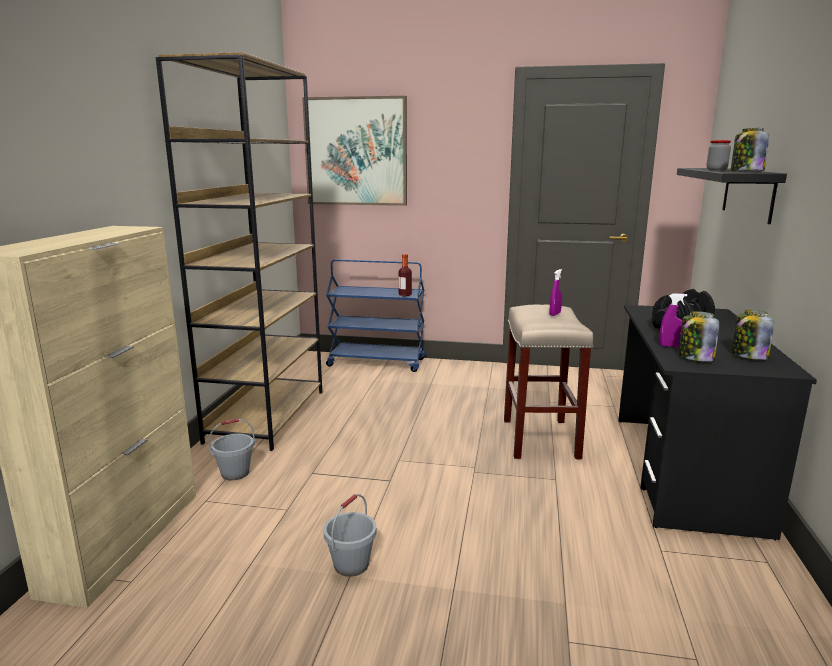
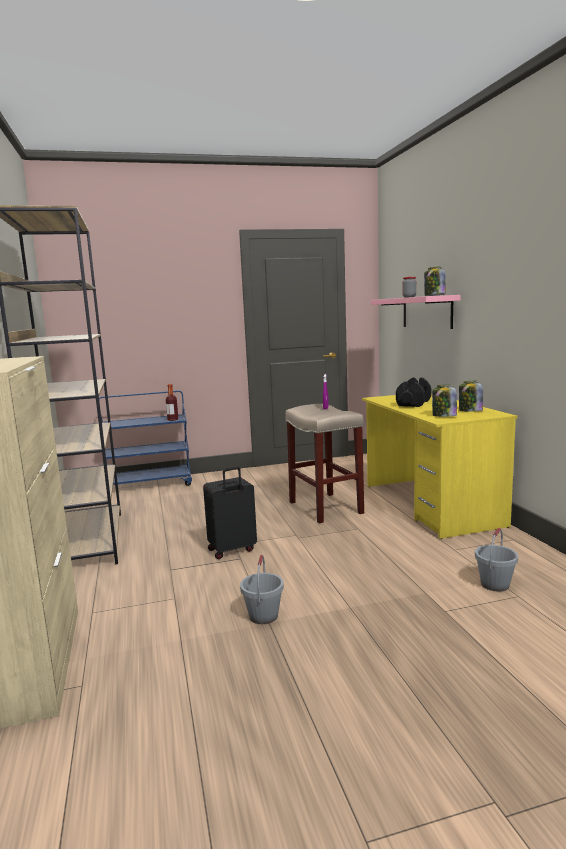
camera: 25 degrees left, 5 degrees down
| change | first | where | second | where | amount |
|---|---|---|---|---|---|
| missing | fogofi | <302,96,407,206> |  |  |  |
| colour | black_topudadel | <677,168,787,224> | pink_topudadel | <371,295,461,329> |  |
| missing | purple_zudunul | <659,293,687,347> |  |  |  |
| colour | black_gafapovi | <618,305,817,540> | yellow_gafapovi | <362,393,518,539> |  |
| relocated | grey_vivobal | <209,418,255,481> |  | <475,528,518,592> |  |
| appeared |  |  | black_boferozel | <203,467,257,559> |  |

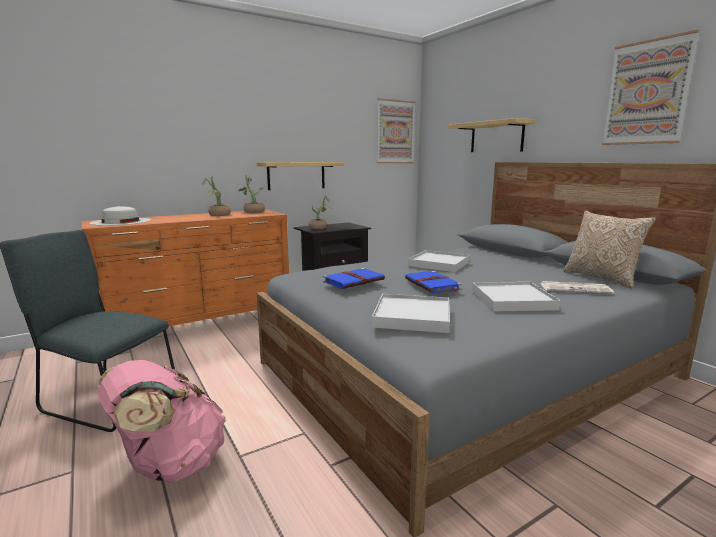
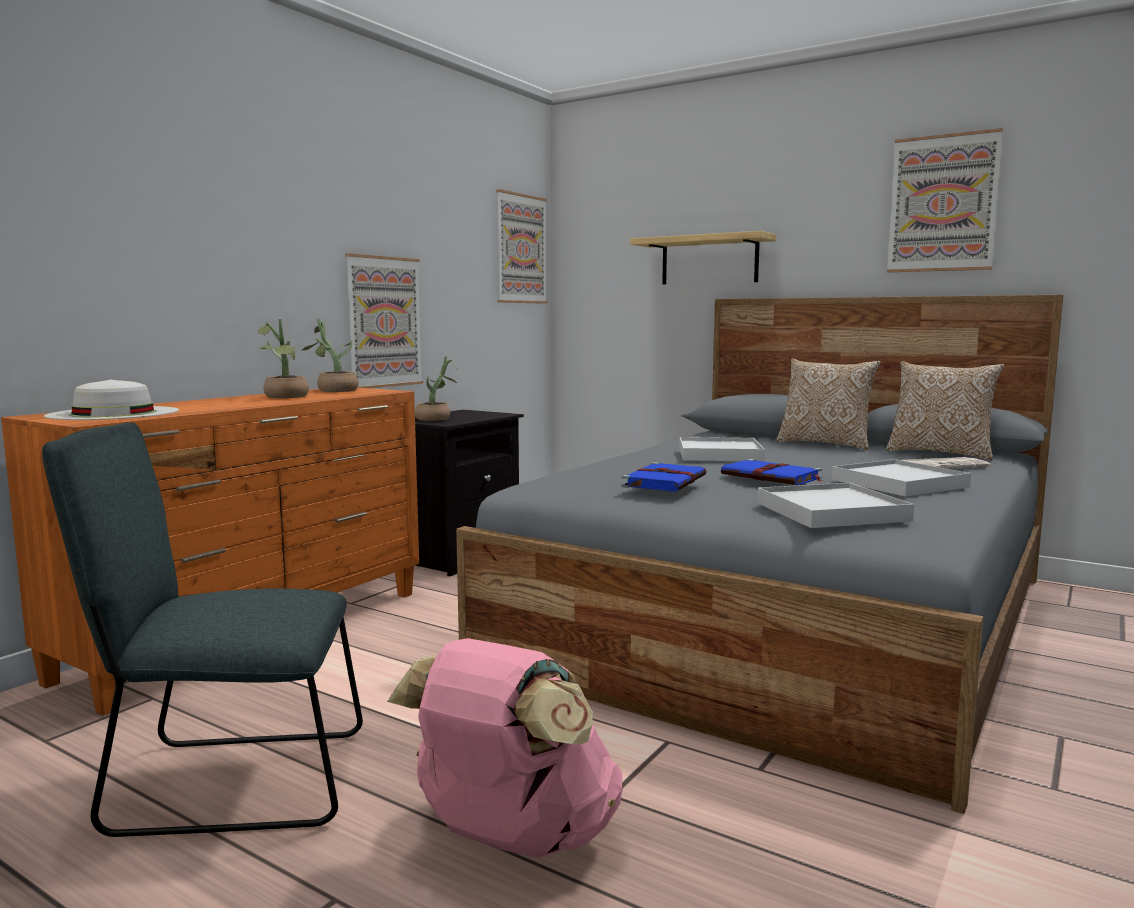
camera: 25 degrees left, 5 degrees down
| change | first | where | second | where | amount |
|---|---|---|---|---|---|
| exchanged | topudadel | <257,162,344,190> | fogofi | <345,253,423,388> |  |
| appeared |  |  | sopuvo | <776,358,881,450> |  |

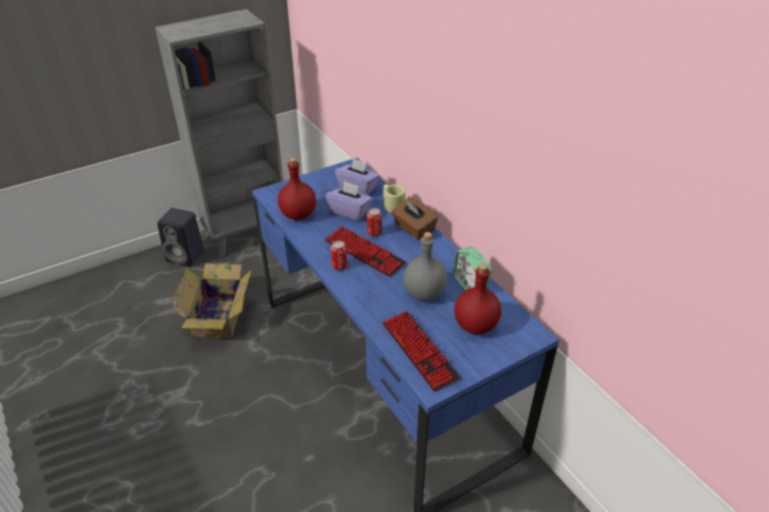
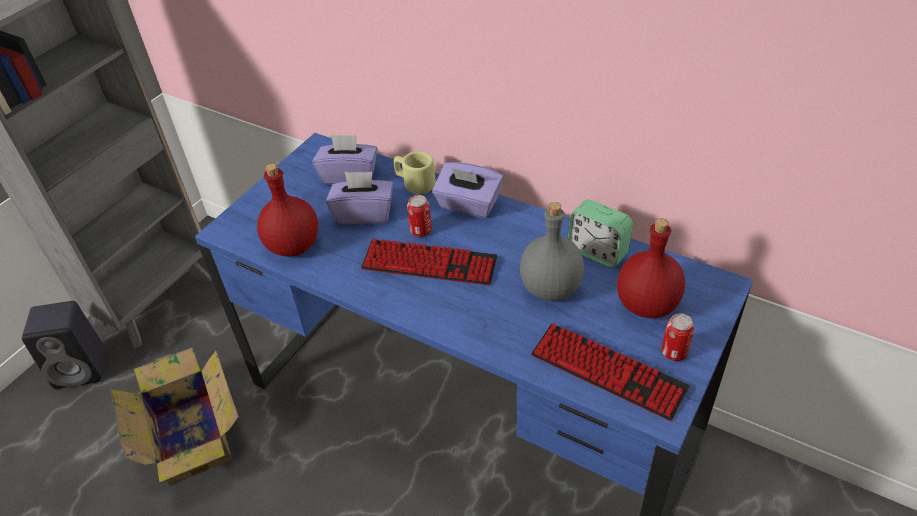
camera: 25 degrees left, 5 degrees up
| change | first | where | second | where | amount |
|---|---|---|---|---|---|
| colour | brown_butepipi | <392,197,438,240> | purple_butepipi | <432,162,503,218> |  |
| relocated | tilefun | <331,240,347,270> |  | <661,313,694,361> |  |

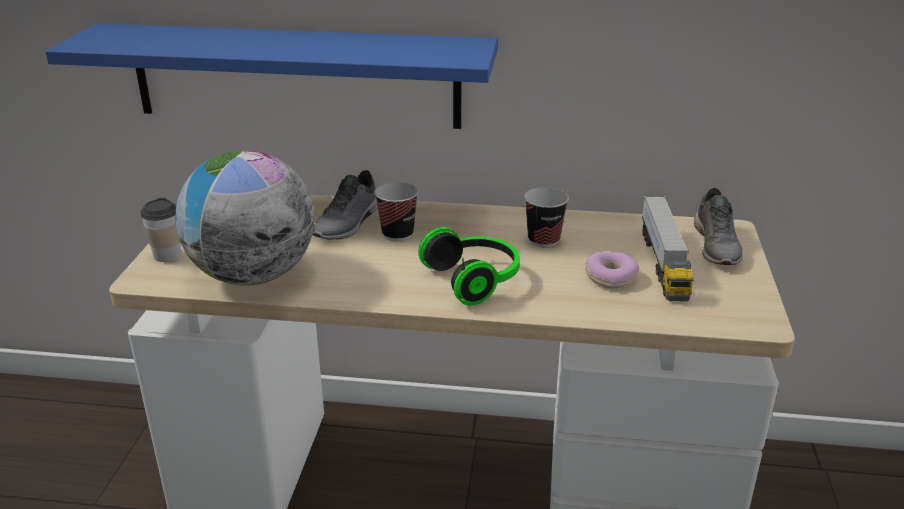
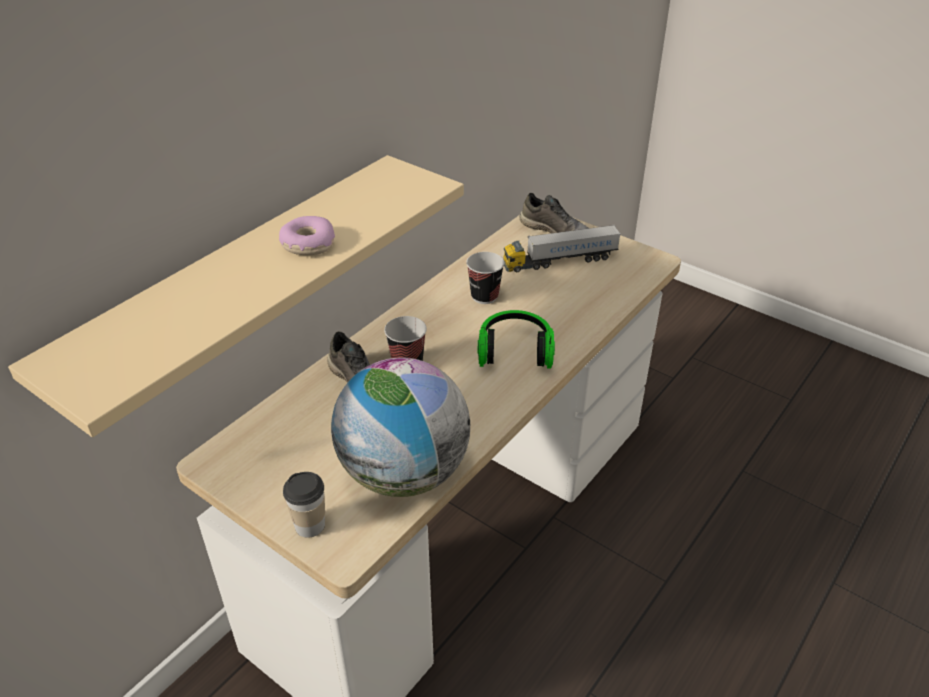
camera: 60 degrees left, 10 degrees up
| change | first | where | second | where | amount |
|---|---|---|---|---|---|
| colour | blue_topudadel | <45,23,498,129> | beige_topudadel | <8,155,464,437> |  |
| spun | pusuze | <642,196,694,301> |  | <503,225,621,273> | 135 degrees clockwise |
| relocated | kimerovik | <585,251,639,289> |  | <279,216,335,255> |  |

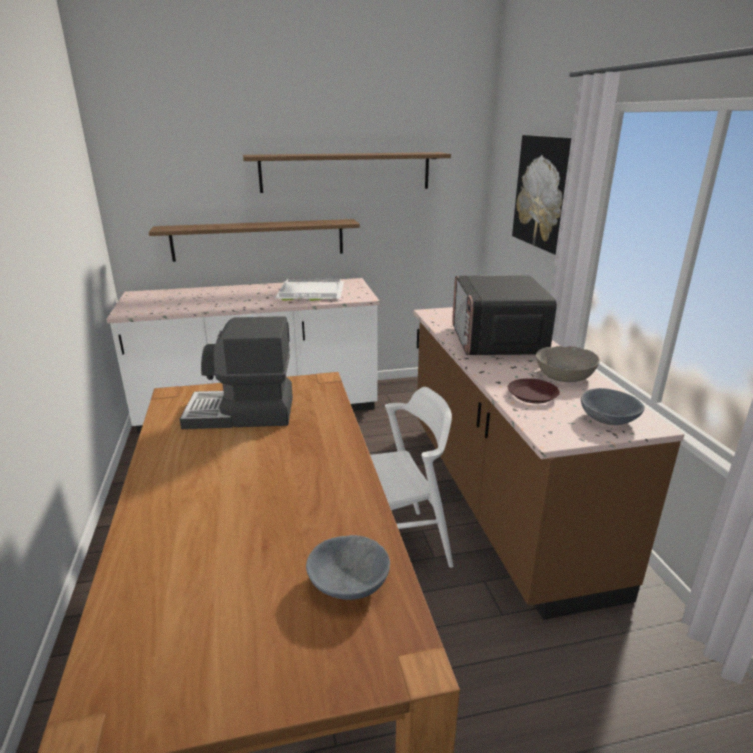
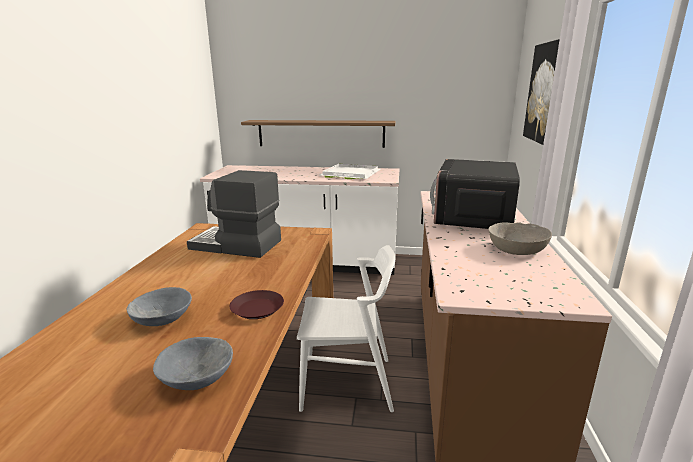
camera: 20 degrees right, 5 degrees down
| change | first | where | second | where | amount |
|---|---|---|---|---|---|
| missing | topudadel | <243,152,451,193> |  |  |  |
| relocated | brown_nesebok | <508,378,560,404> |  | <229,290,284,319> |  |
| relocated | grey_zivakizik | <581,388,645,425> |  | <127,287,192,326> |  |

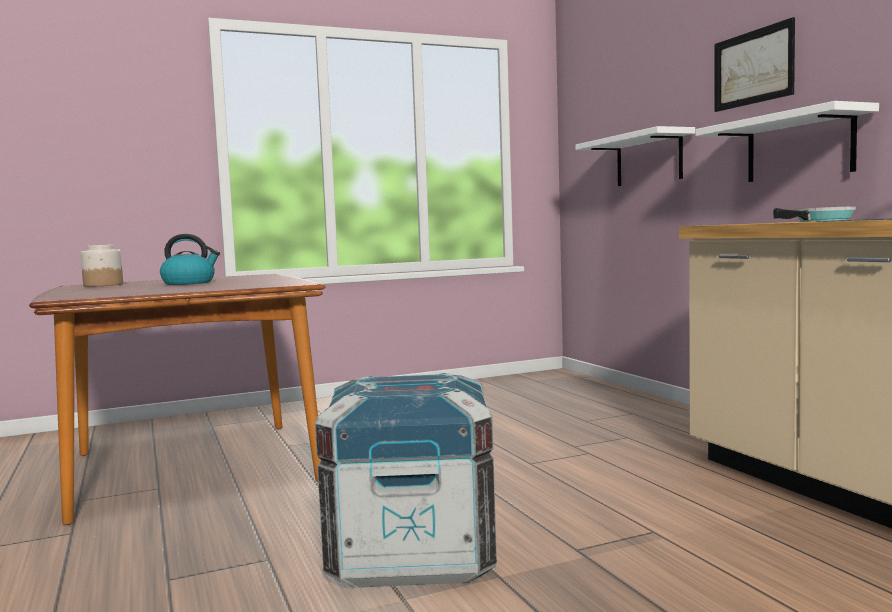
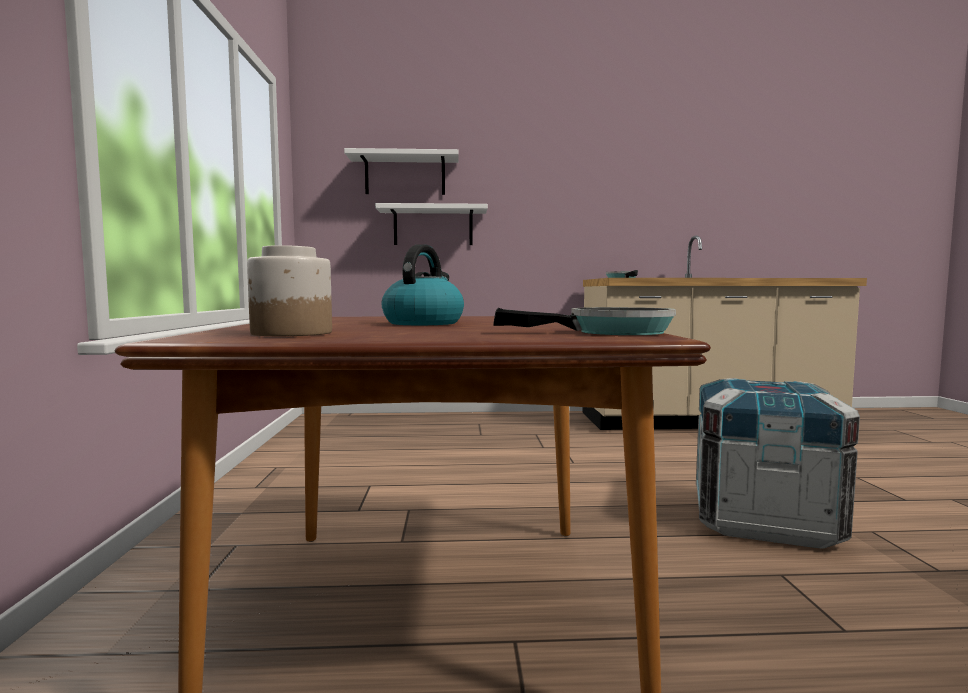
camera: 70 degrees left, 0 degrees up
| change | first | where | second | where | amount |
|---|---|---|---|---|---|
| missing | fogofi | <714,17,795,112> |  |  |  |
| relocated | white_topudadel | <696,101,879,182> |  | <344,148,459,195> |  |
| appeared |  |  | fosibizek | <493,307,676,335> |  |

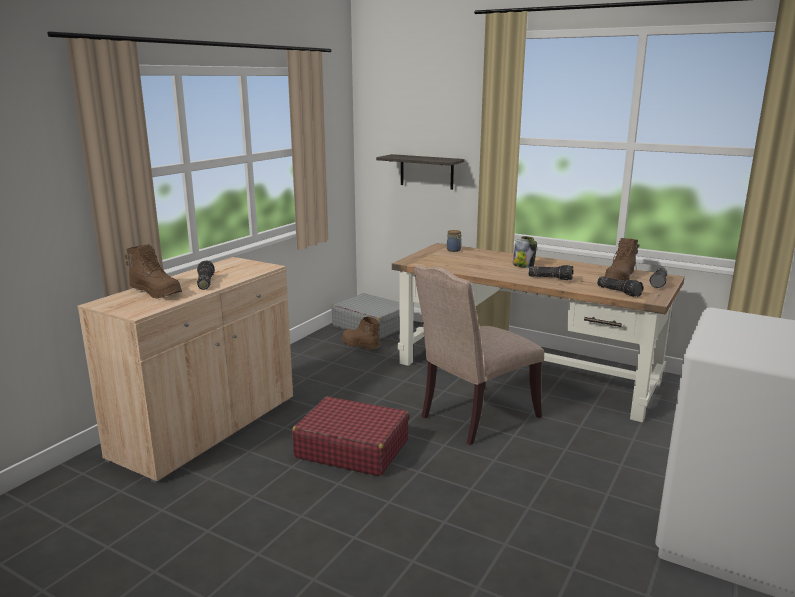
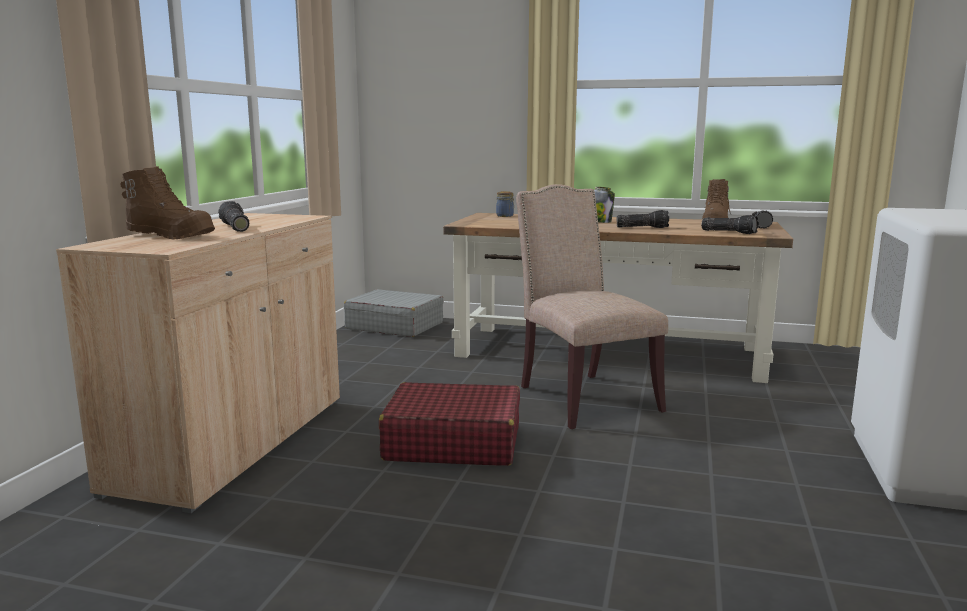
camera: 15 degrees left, 5 degrees down
| change | first | where | second | where | amount |
|---|---|---|---|---|---|
| missing | topudadel | <376,154,465,190> |  |  |  |
| spun | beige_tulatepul | <413,265,544,445> |  | <516,184,668,429> | 120 degrees clockwise |
| missing | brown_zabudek | <341,317,380,349> |  |  |  |

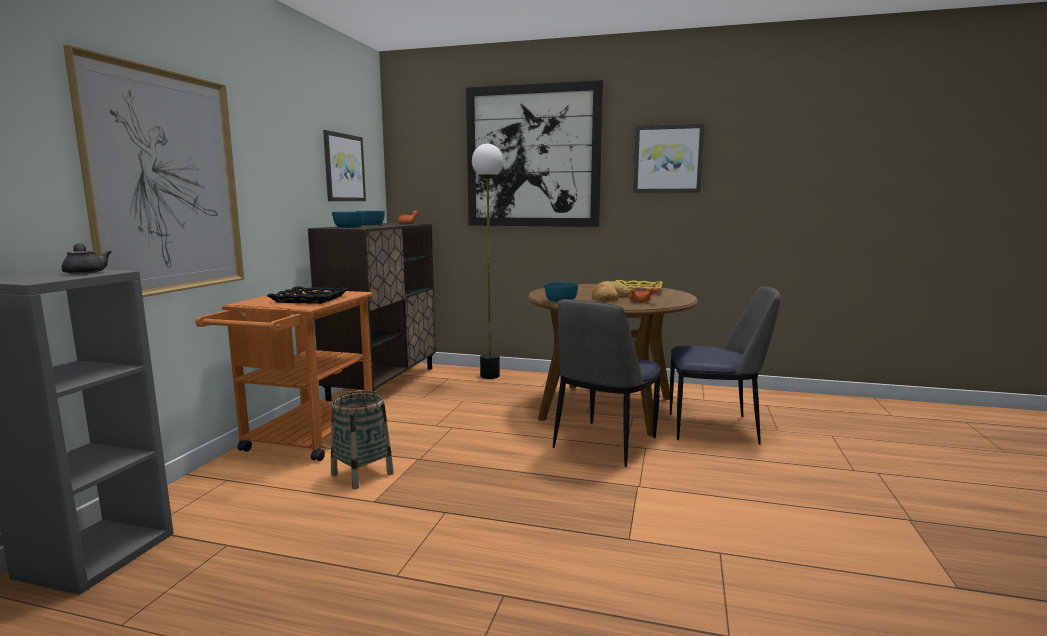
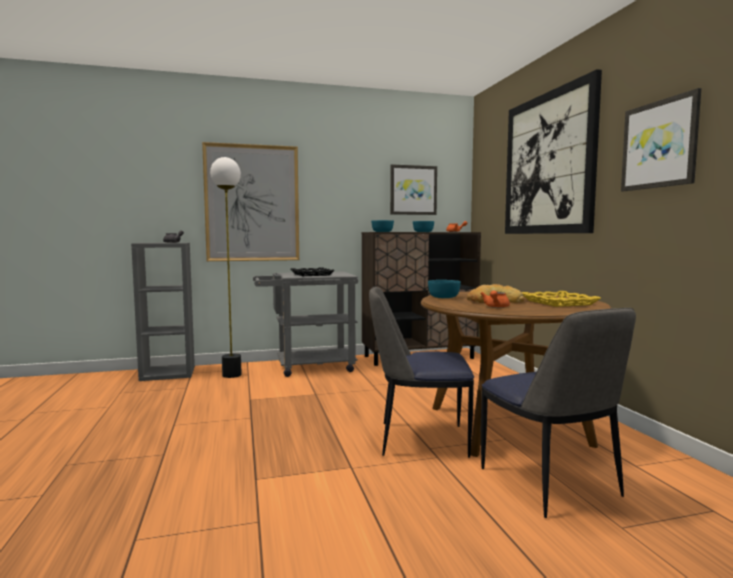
camera: 60 degrees right, 5 degrees down
| change | first | where | second | where | amount |
|---|---|---|---|---|---|
| relocated | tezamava | <472,144,503,379> |  | <210,157,242,378> |  |
| colour | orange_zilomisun | <196,289,373,461> | grey_zilomisun | <253,272,358,377> |  |
| missing | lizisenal | <331,391,394,489> |  |  |  |

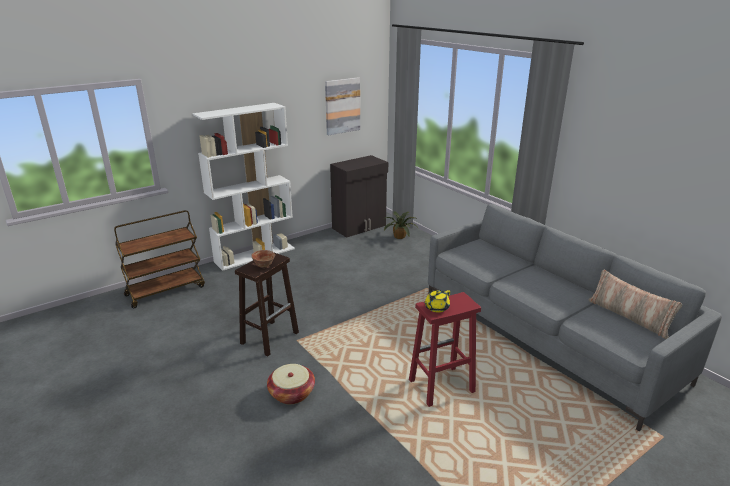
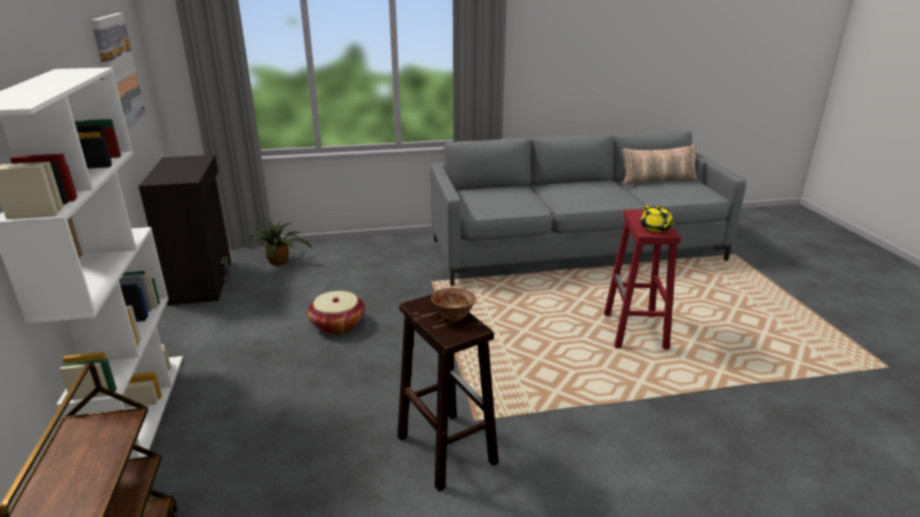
camera: 65 degrees left, 0 degrees up
| change | first | where | second | where | amount |
|---|---|---|---|---|---|
| relocated | lizisenal | <267,364,315,404> |  | <307,291,365,335> |  |

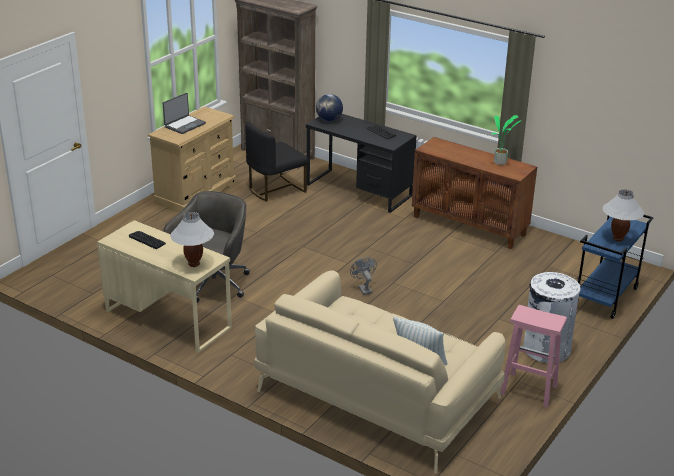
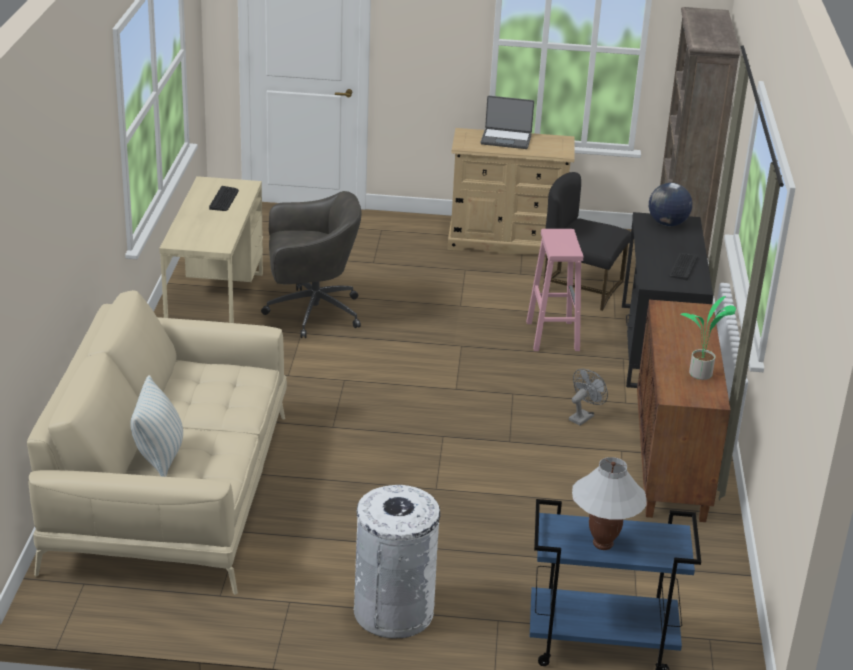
camera: 60 degrees right, 0 degrees up
| change | first | where | second | where | amount |
|---|---|---|---|---|---|
| missing | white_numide | <170,212,214,267> |  |  |  |
| relocated | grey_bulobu | <350,257,377,295> |  | <569,369,608,425> |  |
| relocated | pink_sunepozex | <501,305,567,408> |  | <526,229,583,351> |  |

